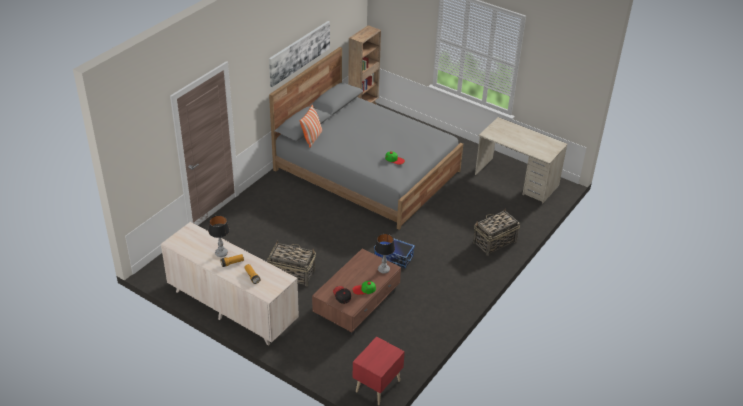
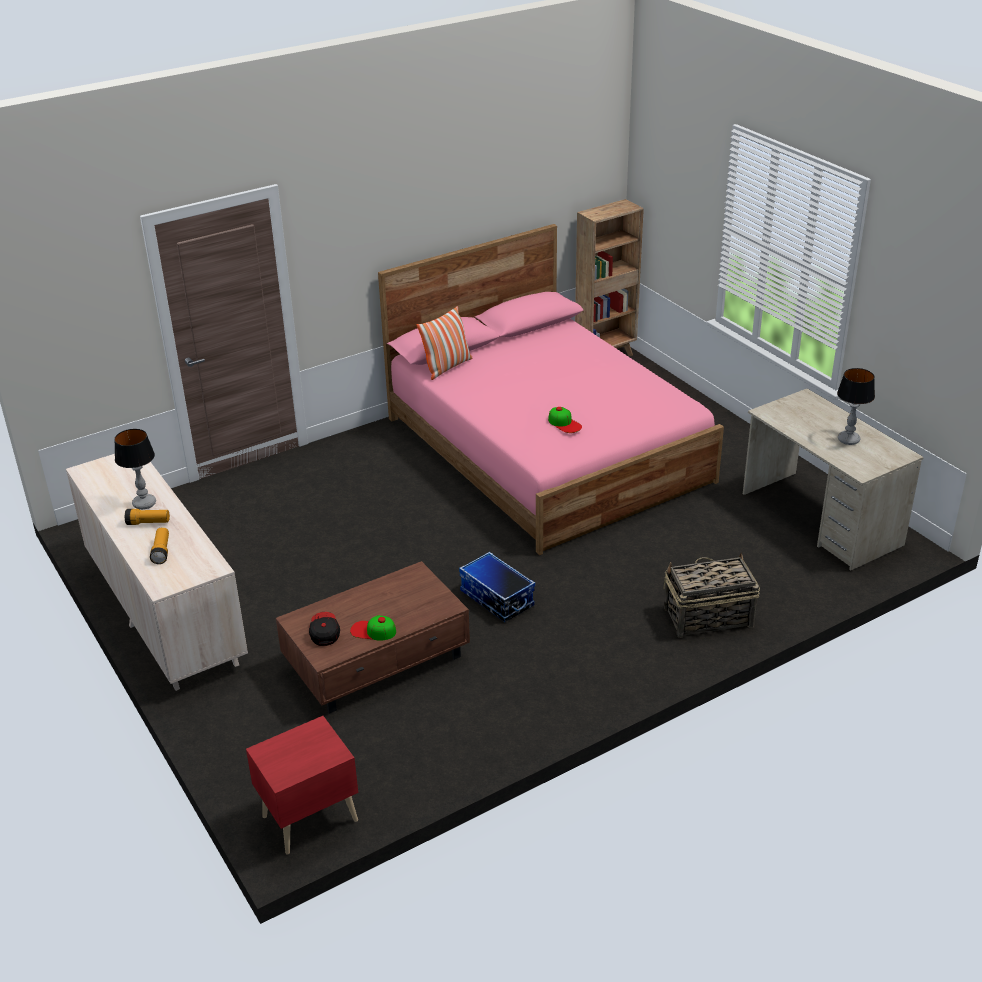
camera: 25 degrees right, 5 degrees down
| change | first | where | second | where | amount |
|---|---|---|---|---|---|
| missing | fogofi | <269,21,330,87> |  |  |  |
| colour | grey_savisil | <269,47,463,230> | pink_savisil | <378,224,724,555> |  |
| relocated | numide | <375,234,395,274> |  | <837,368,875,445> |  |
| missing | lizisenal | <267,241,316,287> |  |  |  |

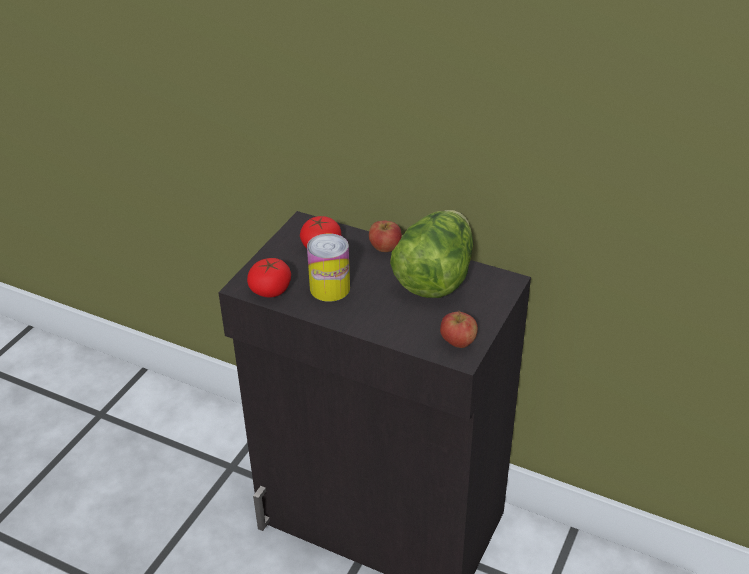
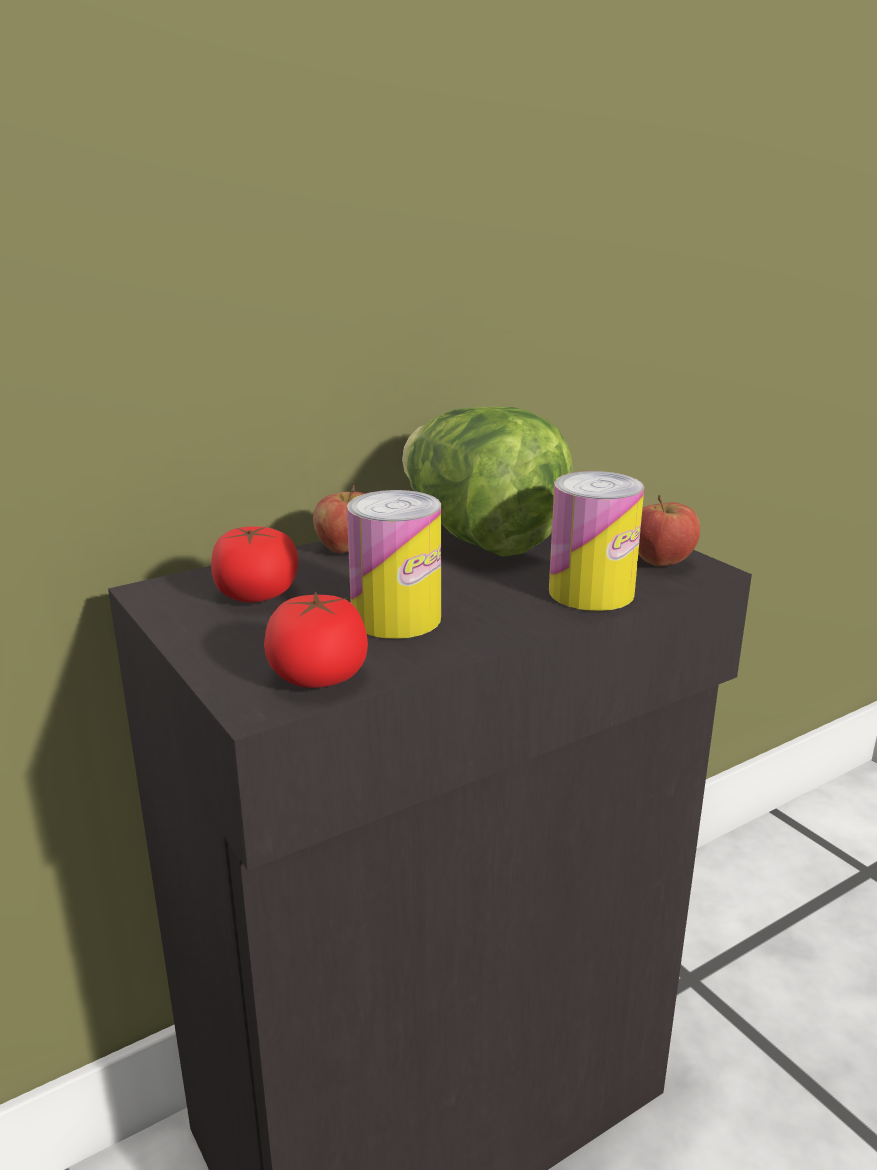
camera: 60 degrees left, 15 degrees down
| change | first | where | second | where | amount |
|---|---|---|---|---|---|
| appeared |  |  | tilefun | <549,471,644,611> |  |

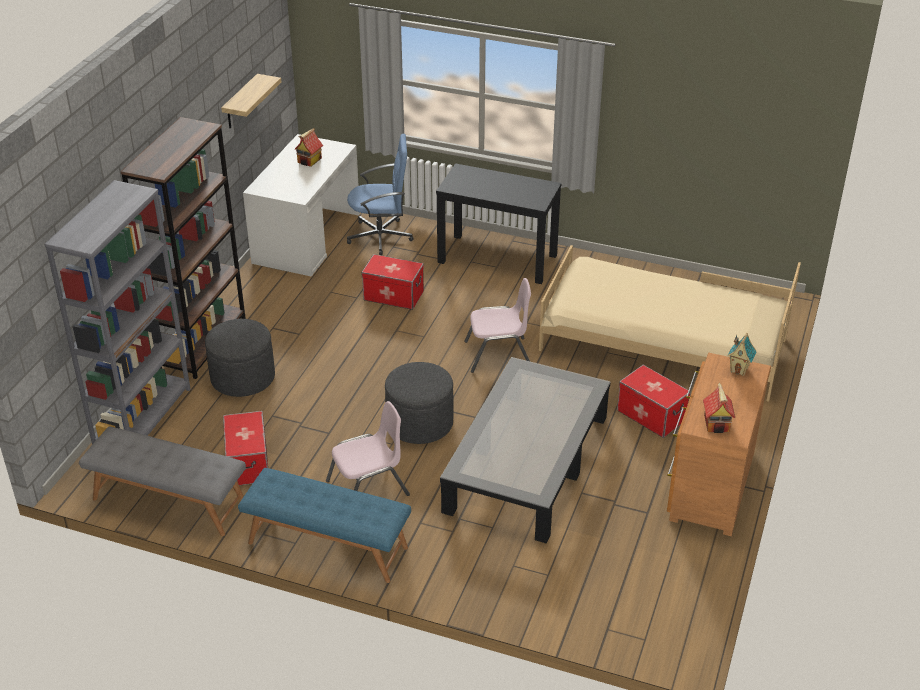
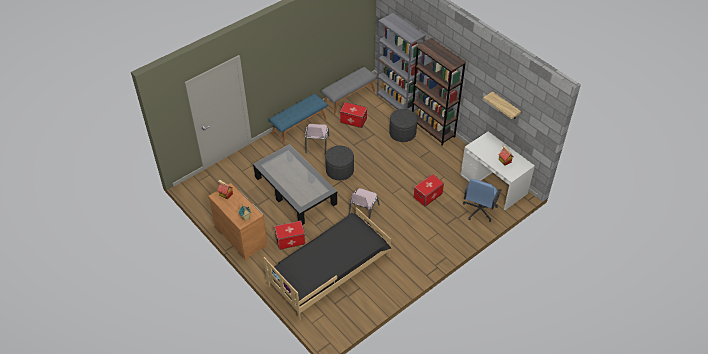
camera: 120 degrees right, 10 degrees up
| change | first | where | second | where | amount |
|---|---|---|---|---|---|
| missing | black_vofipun | <436,163,562,284> |  |  |  |
| colour | beige_savisil | <539,245,801,402> | black_savisil | <263,207,392,320> |  |

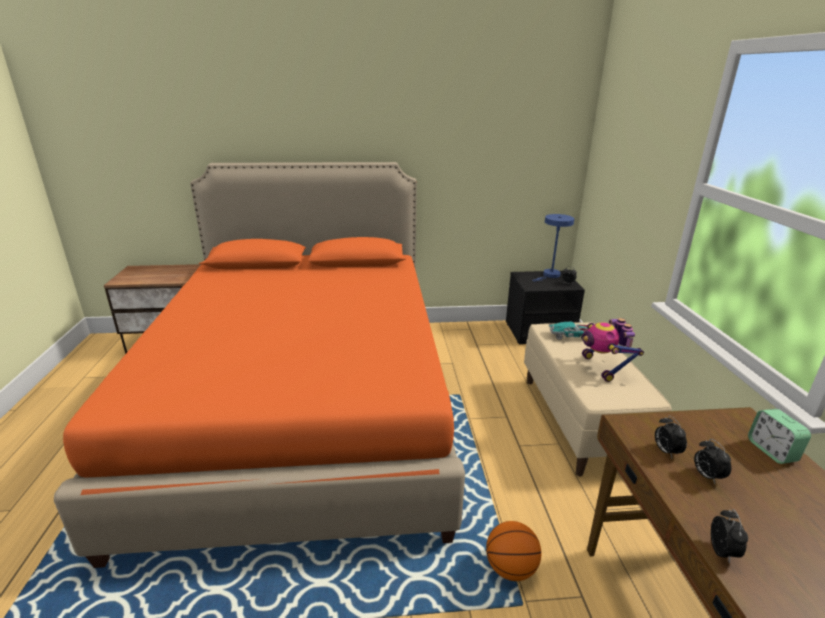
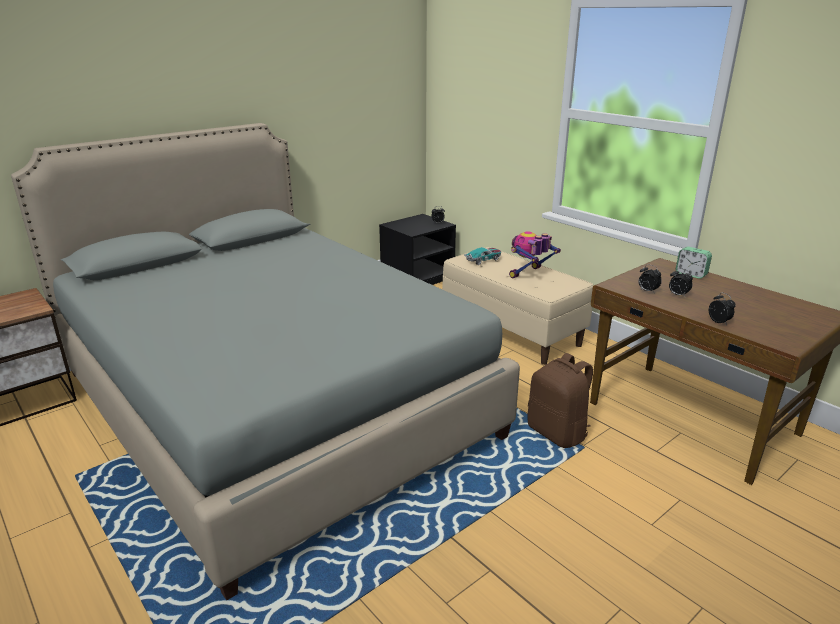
camera: 35 degrees left, 0 degrees up
| change | first | where | second | where | amount |
|---|---|---|---|---|---|
| colour | orange_savisil | <54,162,465,568> | grey_savisil | <11,123,520,600> |  |
| missing | blue_numide | <532,214,574,281> |  |  |  |
| spun | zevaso | <582,318,644,382> |  | <509,231,561,278> | 90 degrees clockwise |
| exchanged | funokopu | <486,521,541,581> | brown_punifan | <527,353,593,448> |  |

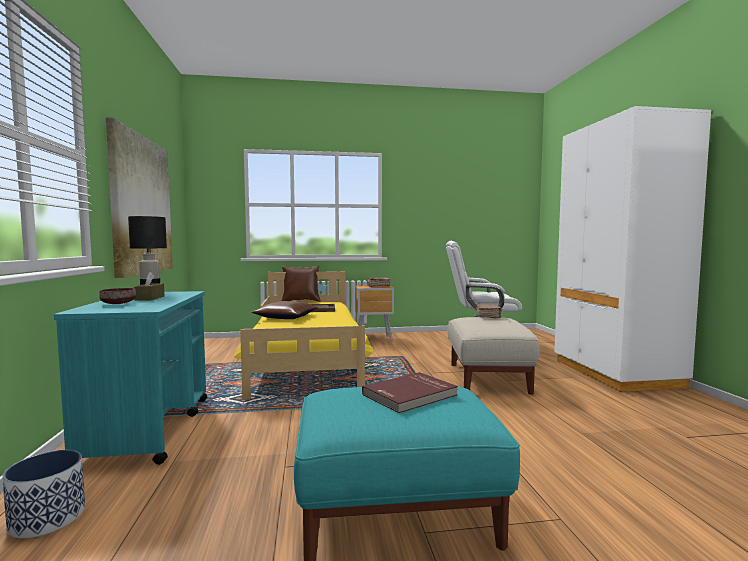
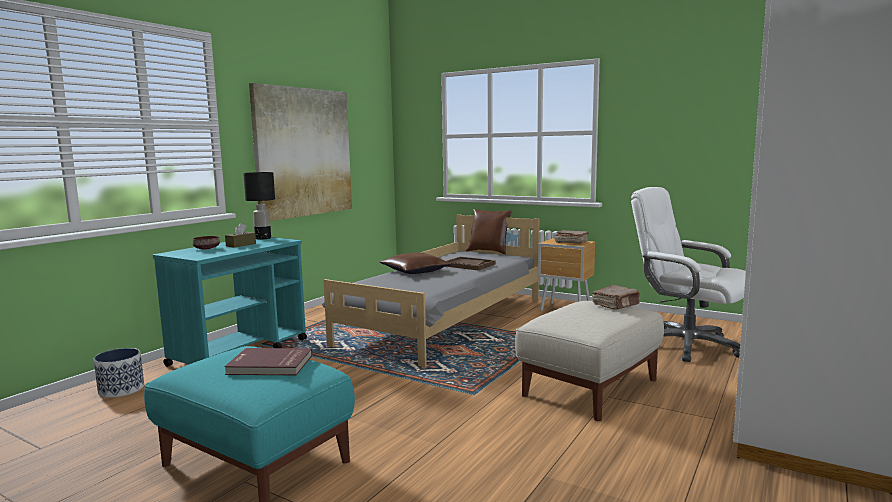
camera: 40 degrees right, 5 degrees up
| change | first | where | second | where | amount |
|---|---|---|---|---|---|
| colour | yellow_savisil | <234,271,373,400> | grey_savisil | <321,214,539,367> |  |

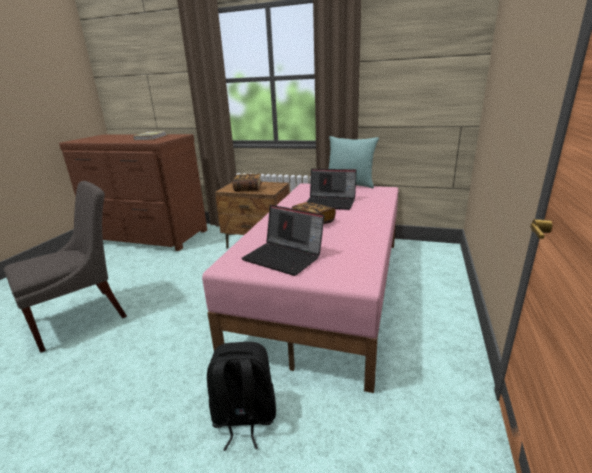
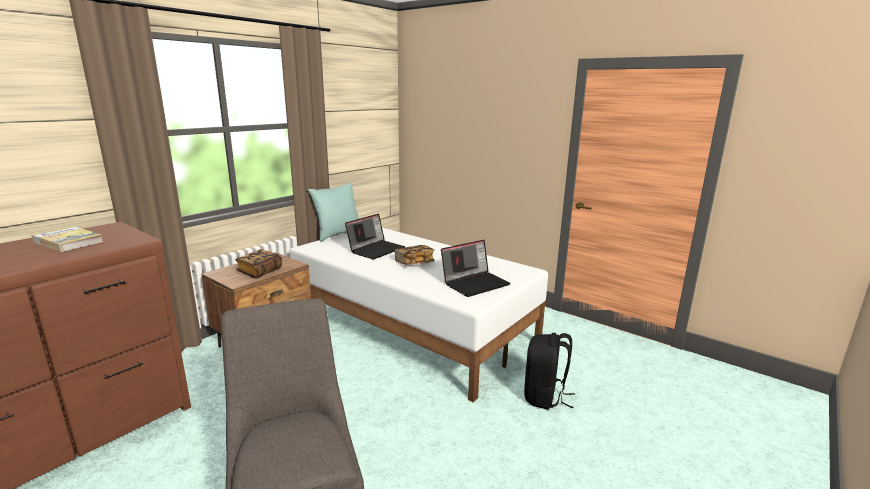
camera: 70 degrees left, 5 degrees down
| change | first | where | second | where | amount |
|---|---|---|---|---|---|
| colour | pink_savisil | <202,183,399,393> | white_savisil | <289,228,548,402> |  |

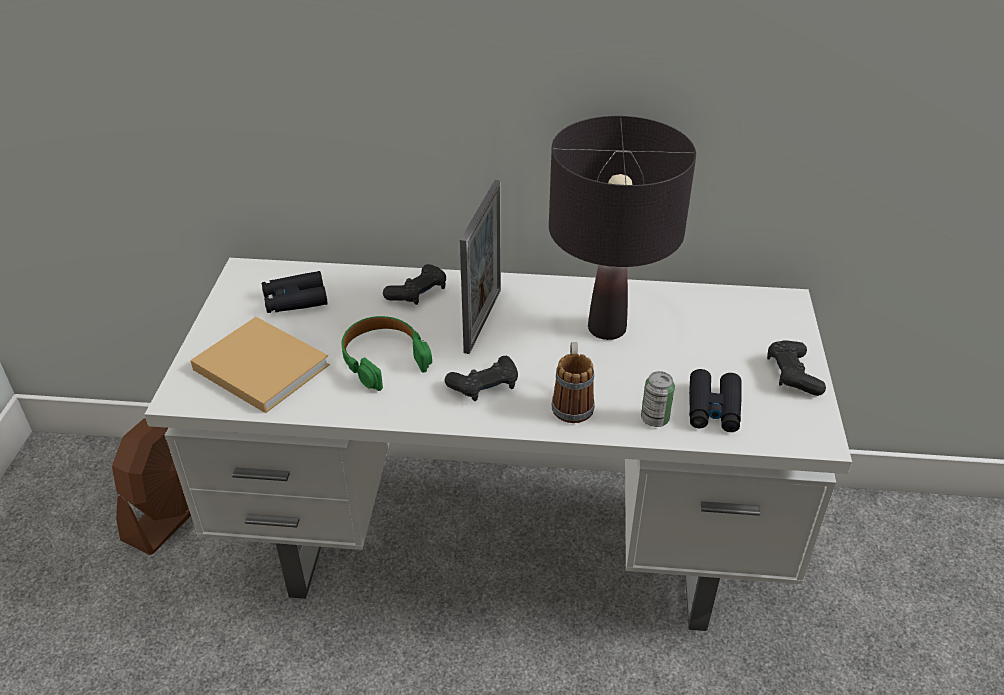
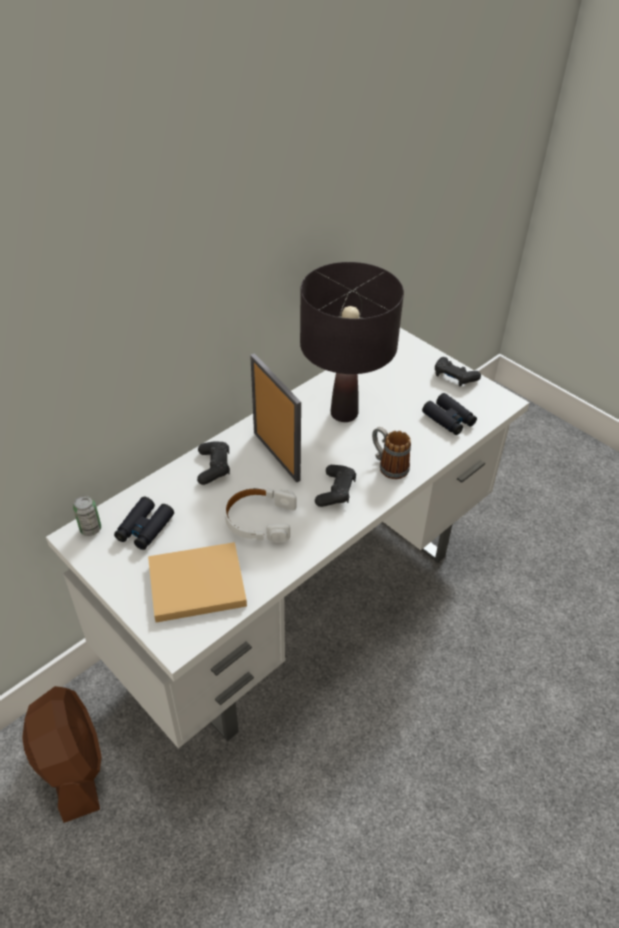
camera: 50 degrees left, 5 degrees up
| change | first | where | second | where | amount |
|---|---|---|---|---|---|
| colour | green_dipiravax | <341,316,432,391> | white_dipiravax | <225,487,296,543> |  |
| relocated | tilefun | <641,371,675,427> |  | <73,496,101,536> |  |

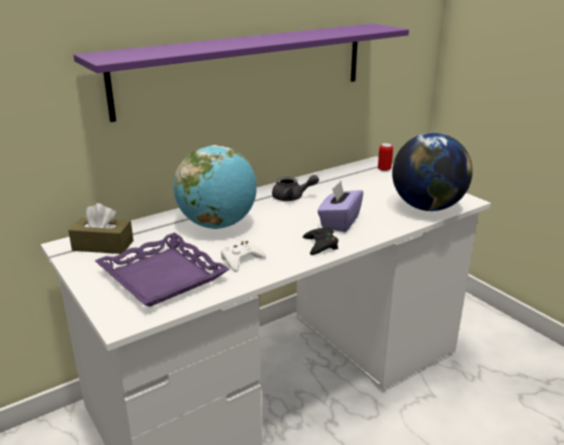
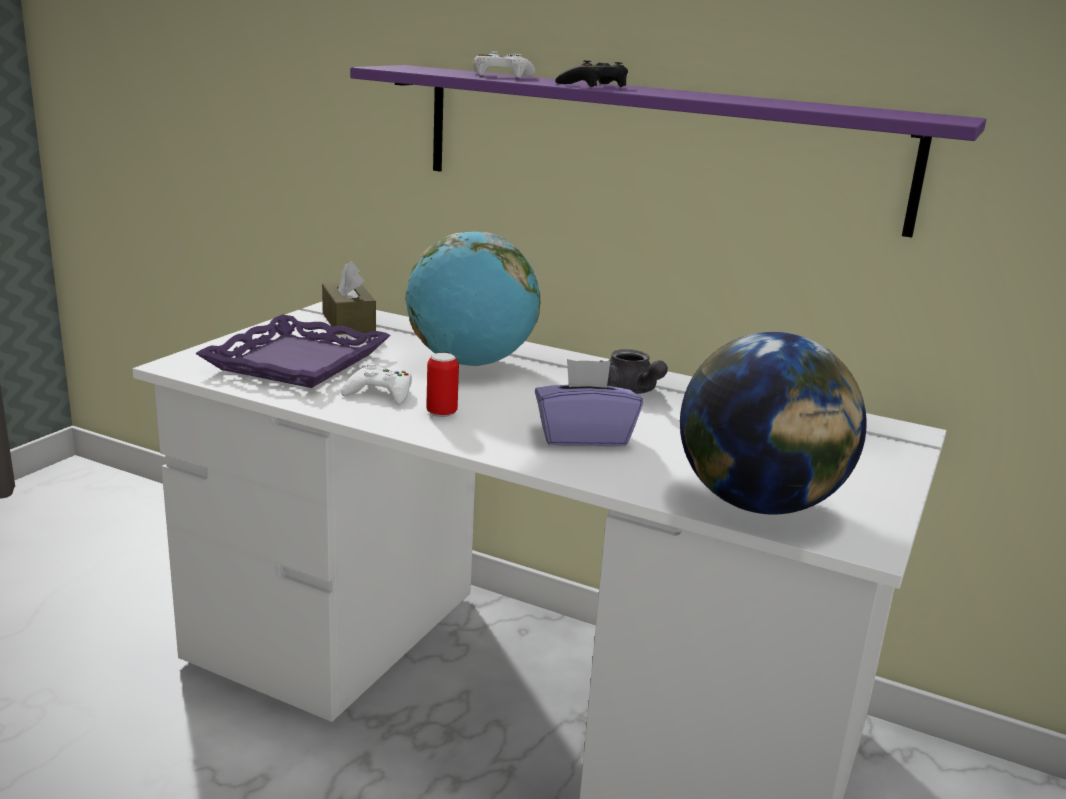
camera: 60 degrees right, 5 degrees down
| change | first | where | second | where | amount |
|---|---|---|---|---|---|
| relocated | tilefun | <378,143,393,171> |  | <426,353,459,417> |  |
| relocated | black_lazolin | <303,226,338,255> |  | <555,60,628,87> |  |
| appeared |  |  | white_lazolin | <473,52,535,78> |  |

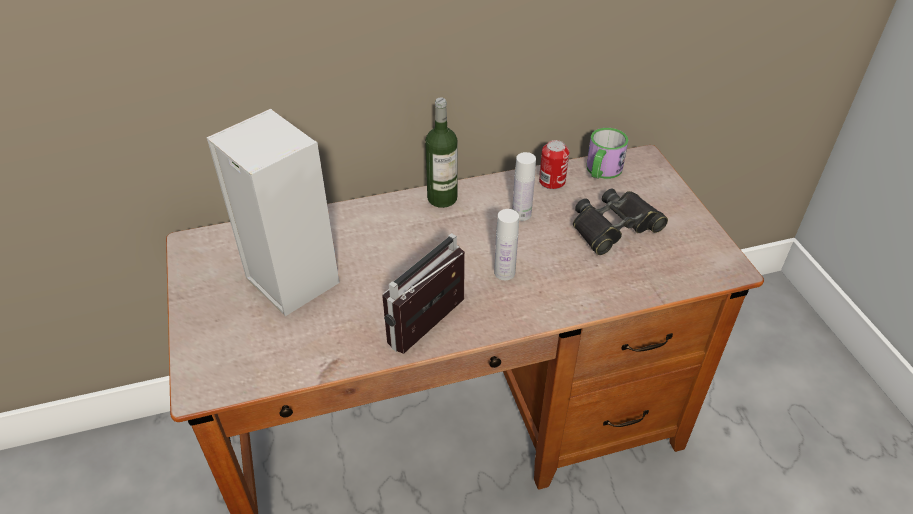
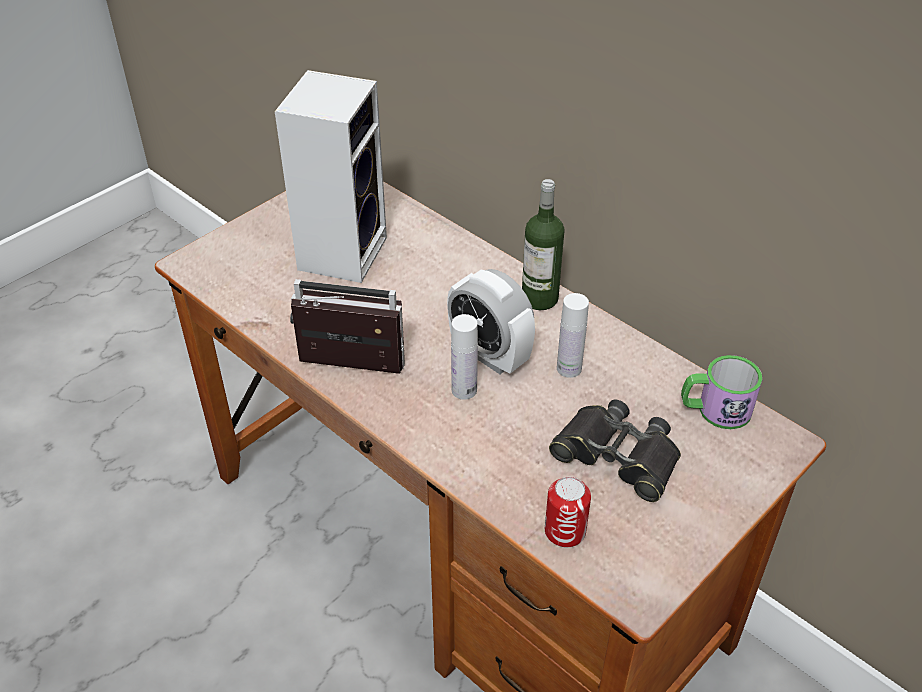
camera: 60 degrees right, 0 degrees up
| change | first | where | second | where | amount |
|---|---|---|---|---|---|
| relocated | tilefun | <539,140,569,190> |  | <545,477,591,547> |  |
| appeared |  |  | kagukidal | <447,269,535,374> |  |

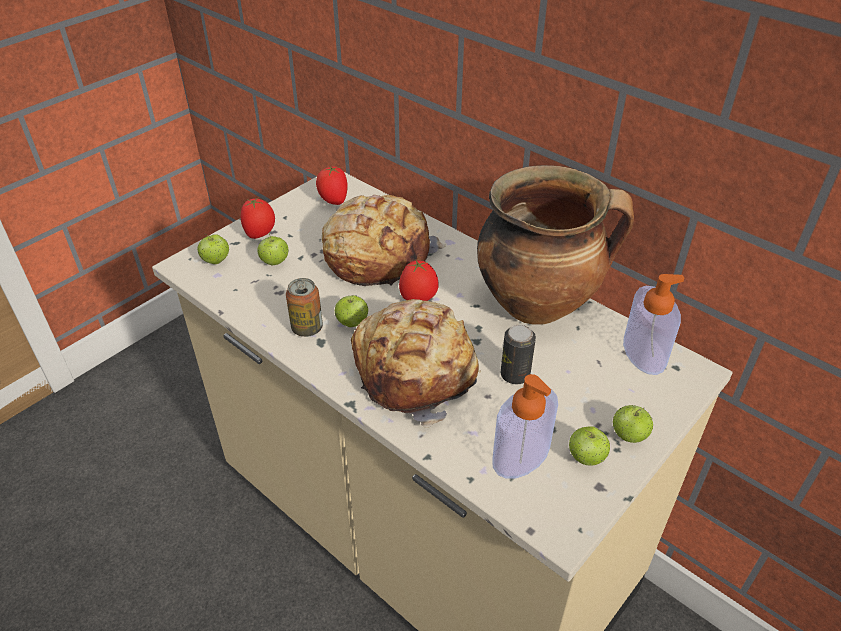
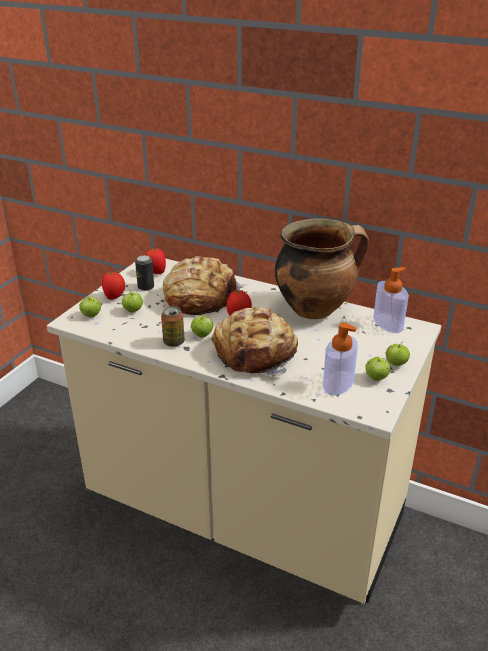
camera: 15 degrees left, 10 degrees down
| change | first | where | second | where | amount |
|---|---|---|---|---|---|
| relocated | tilefun | <501,324,536,384> |  | <135,255,154,291> |  |

